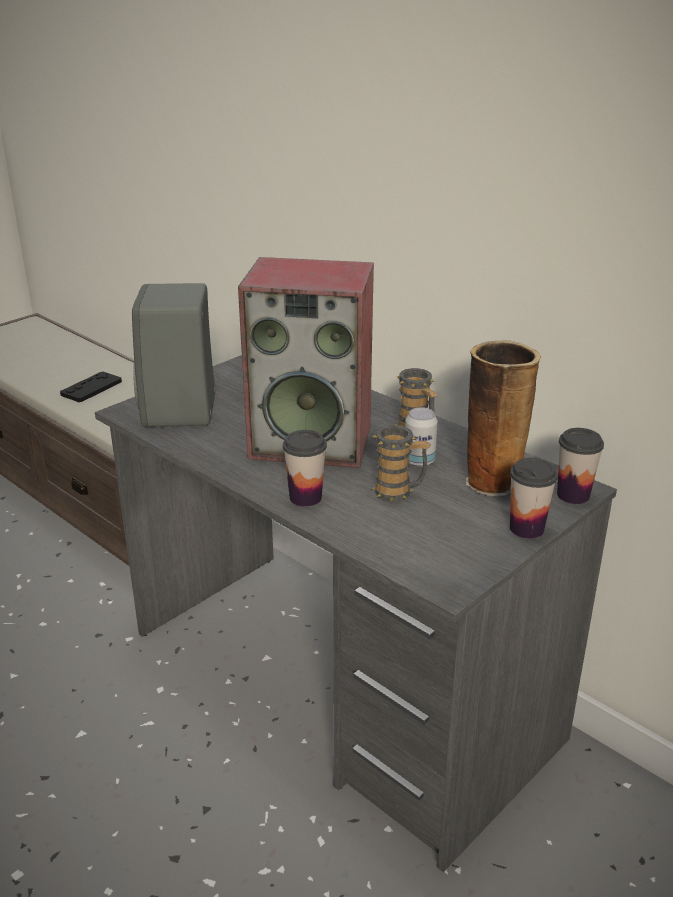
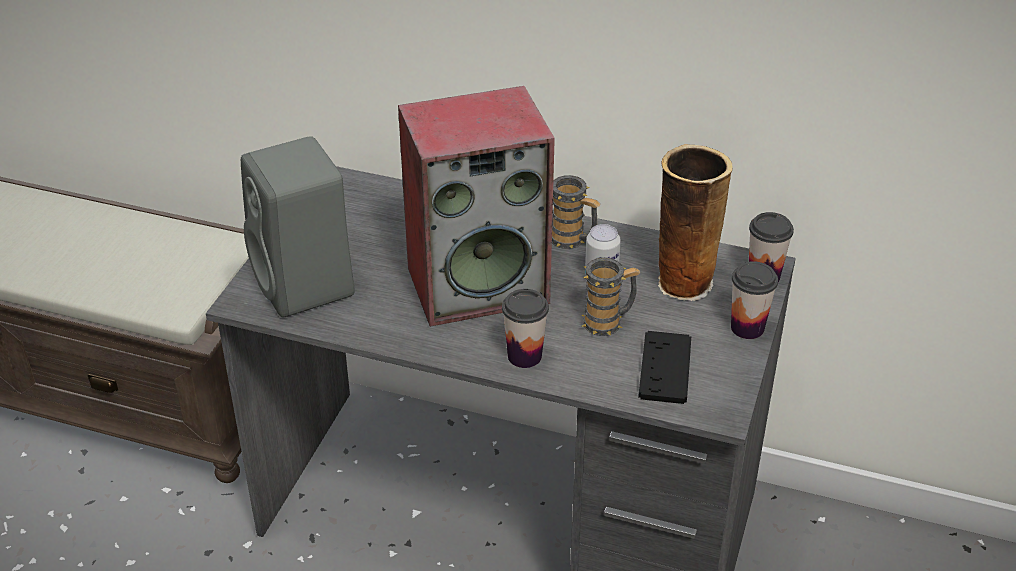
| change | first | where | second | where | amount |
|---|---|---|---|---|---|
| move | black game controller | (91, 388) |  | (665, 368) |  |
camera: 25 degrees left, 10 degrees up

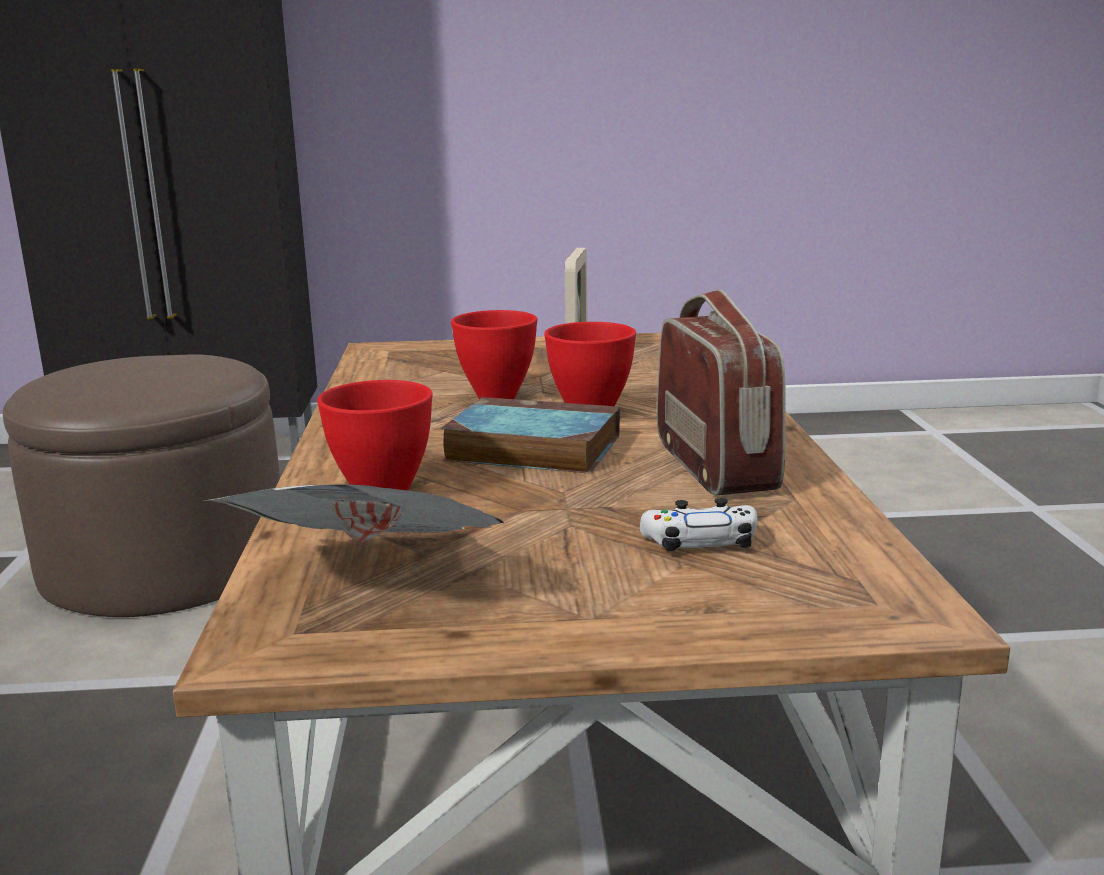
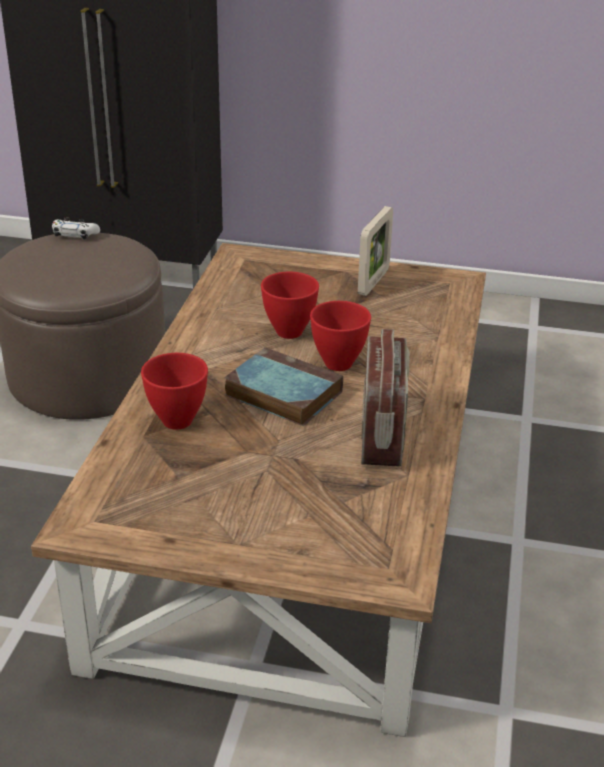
| change | first | where | second | where | amount |
|---|---|---|---|---|---|
| move | white game controller | (700, 541) |  | (75, 234) |  |
| delete | newspaper | (373, 585) |  |  |  |
camera: 15 degrees right, 15 degrees up

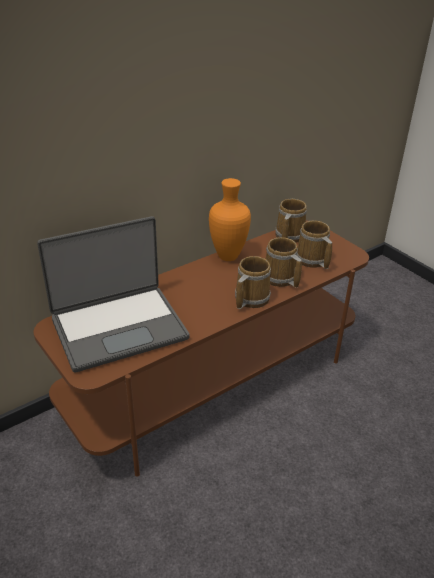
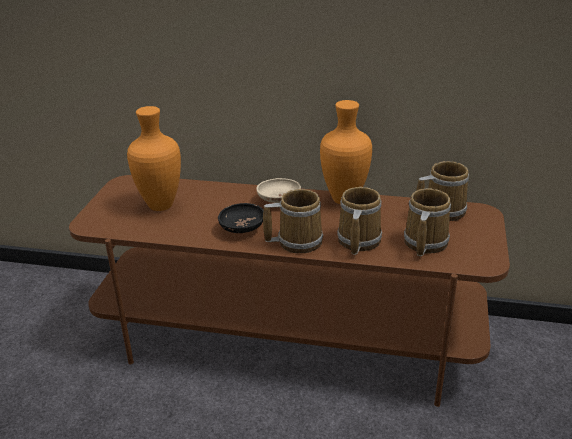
| change | first | where | second | where | amount |
|---|---|---|---|---|---|
| replace | laptop | (118, 327) | orange vase | (162, 205) |  |
| insert |  |  | black bowl | (242, 229) |  |
| insert |  |  | beige bowl | (279, 201) |  |
camera: 50 degrees right, 5 degrees down

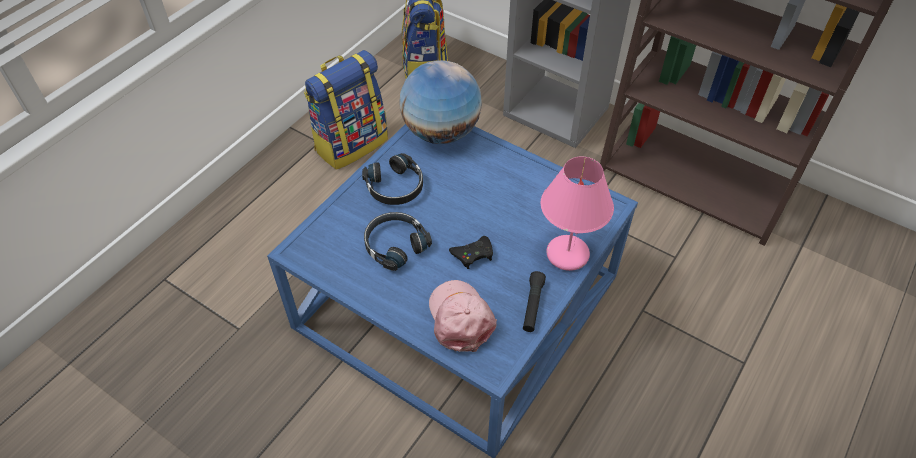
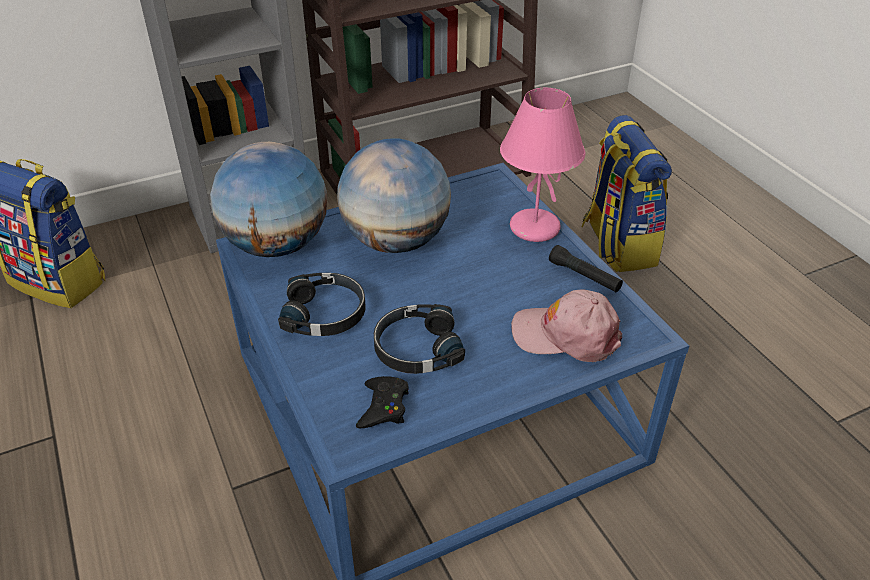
| change | first | where | second | where | amount |
|---|---|---|---|---|---|
| insert |  |  | globe | (396, 241) |  |
| move | black game controller | (473, 254) |  | (383, 407) |  |
| move | backpack | (351, 144) |  | (617, 245) |  |
camera: 60 degrees left, 10 degrees down

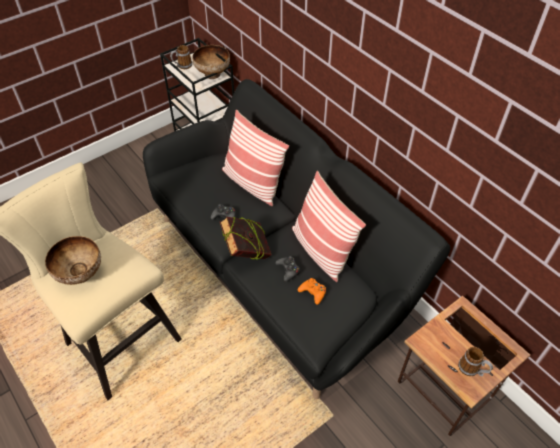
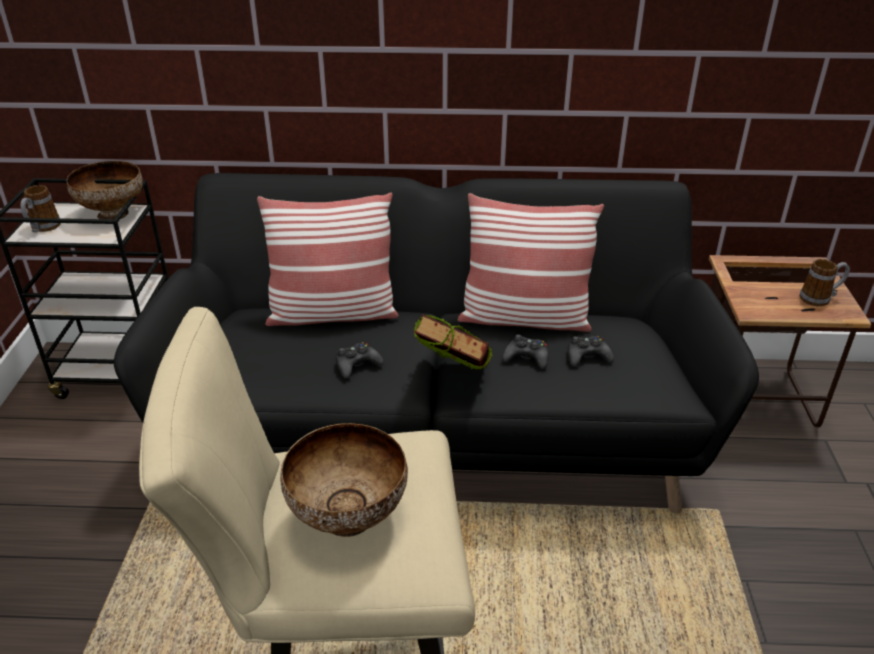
| change | first | where | second | where | amount |
|---|---|---|---|---|---|
| recolor | orange game controller | (313, 292) | black game controller | (587, 357) |  |
camera: 50 degrees left, 15 degrees down

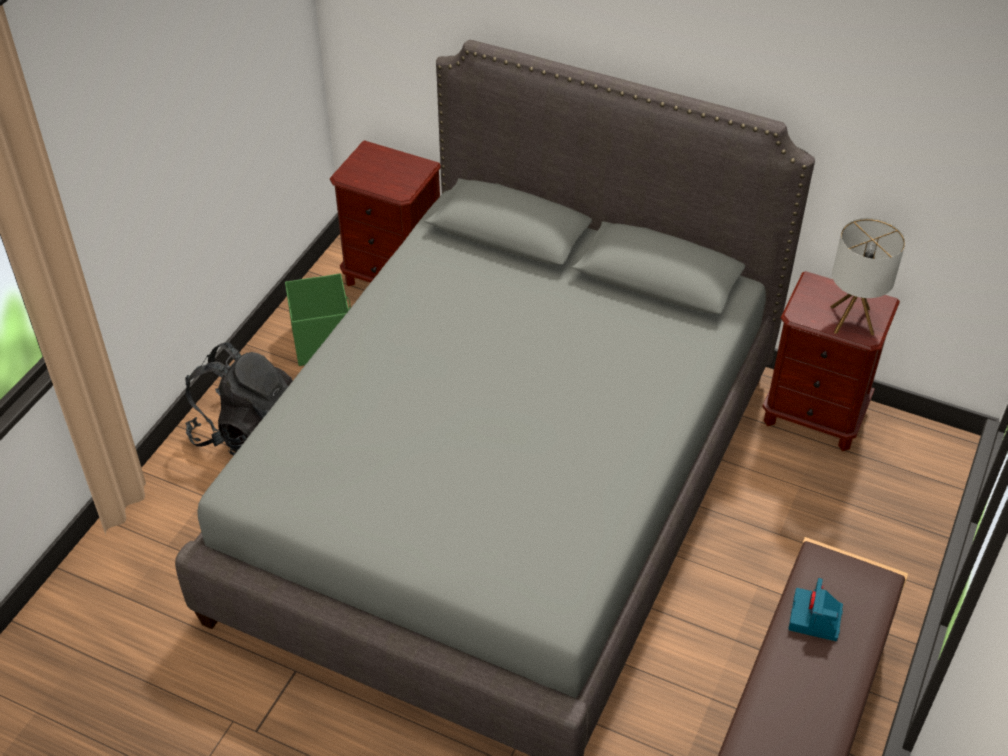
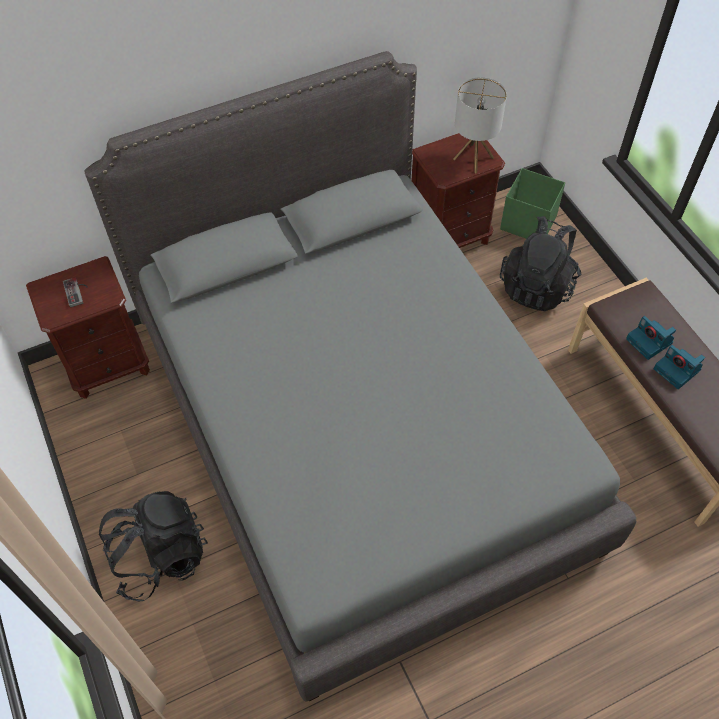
| change | first | where | second | where | amount |
|---|---|---|---|---|---|
| insert |  |  | game controller | (77, 291) |  |
| move | green storage box | (323, 341) |  | (527, 222) |  |
| insert |  |  | black backpack | (537, 286) |  |
| insert |  |  | photo camera | (678, 370) |  |
camera: 50 degrees left, 10 degrees up

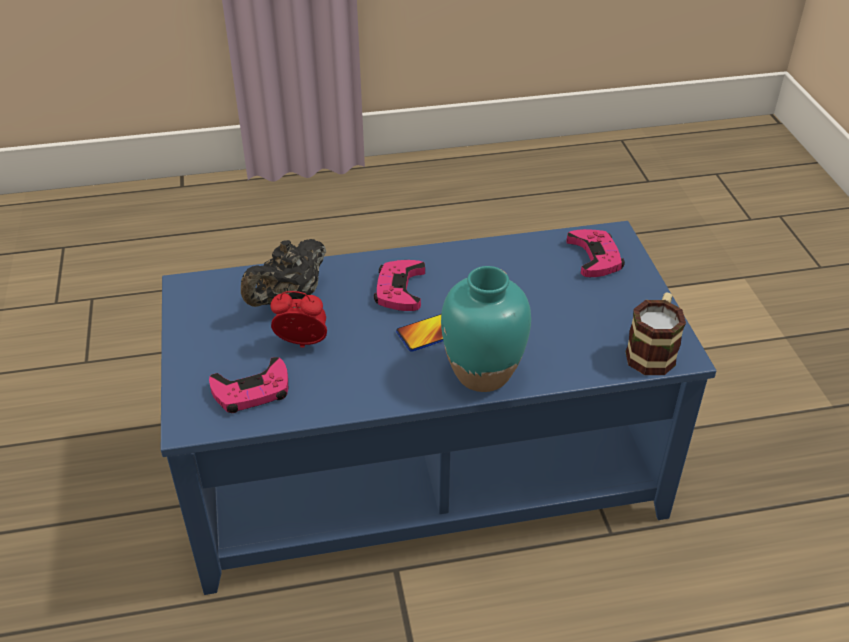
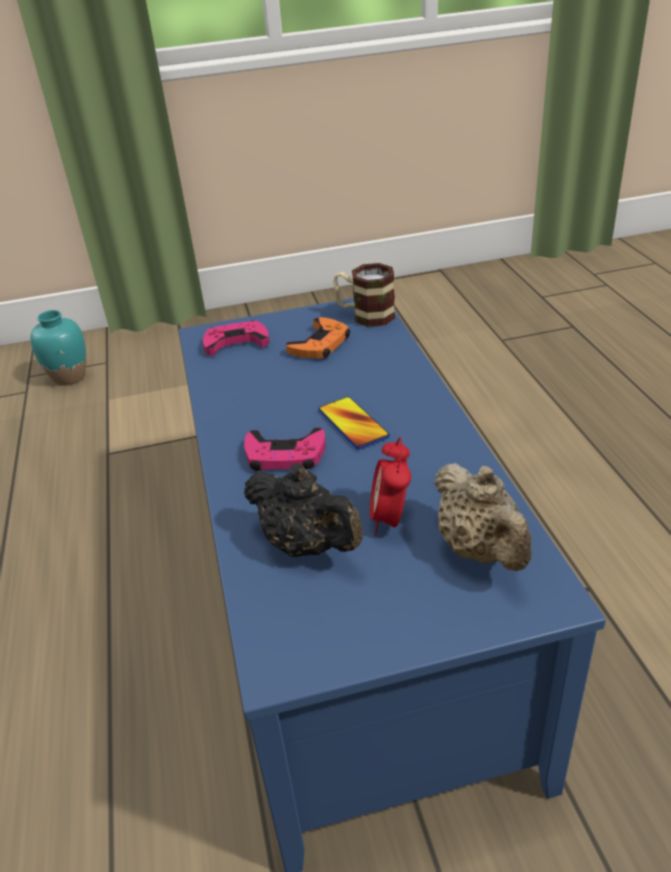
| change | first | where | second | where | amount |
|---|---|---|---|---|---|
| move | turquoise vase | (482, 373) |  | (69, 377) |  |
| insert |  |  | orange game controller | (320, 344) |  |
| replace | pink game controller | (252, 391) | beige teapot | (480, 550) |  |
camera: 90 degrees left, 5 degrees down

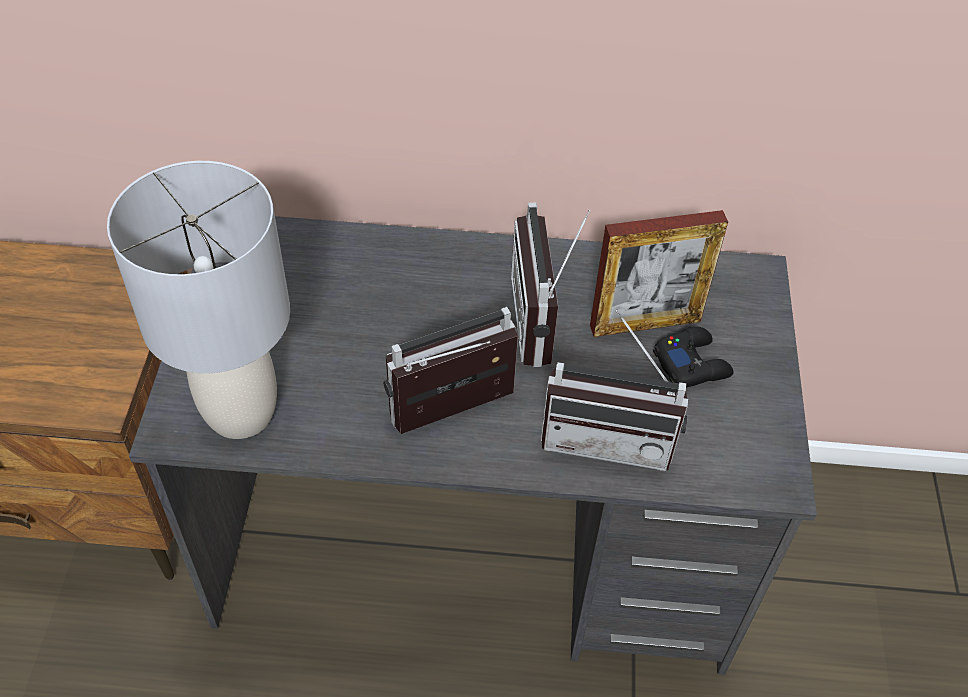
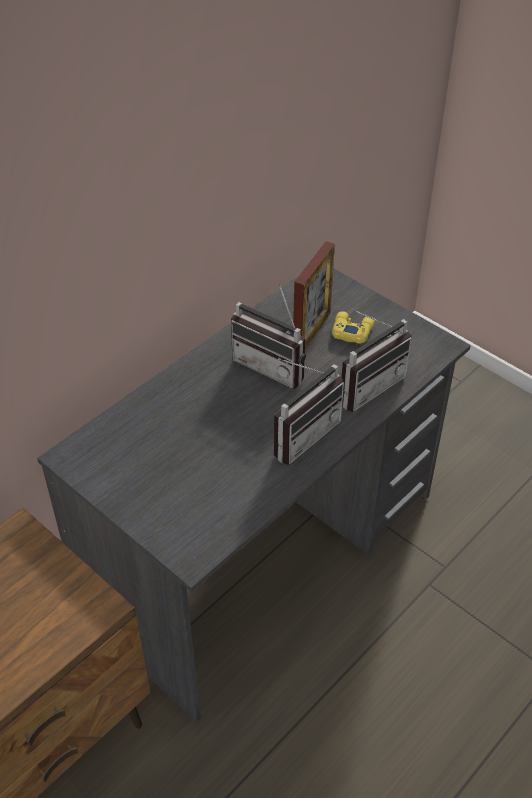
| change | first | where | second | where | amount |
|---|---|---|---|---|---|
| rotate | radio | (456, 417) |  | (300, 433) | 150 degrees counterclockwise |
| recolor | black game controller | (692, 363) | yellow game controller | (352, 331) |  |
| delete | grey table lamp | (242, 413) |  |  |  |
camera: 50 degrees left, 5 degrees down

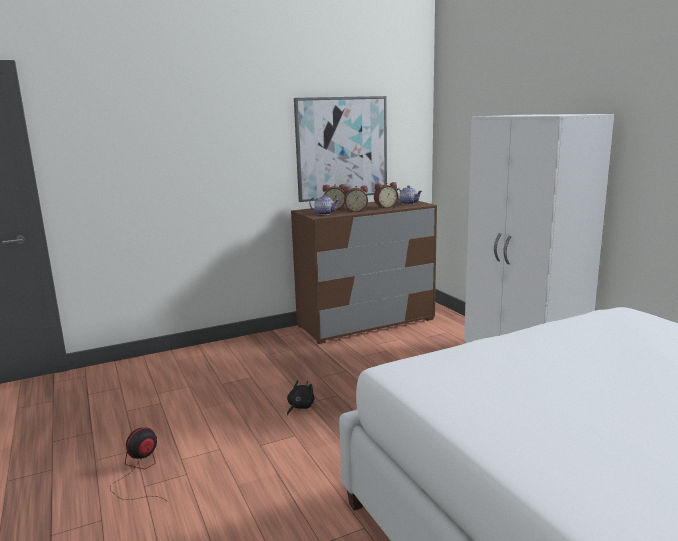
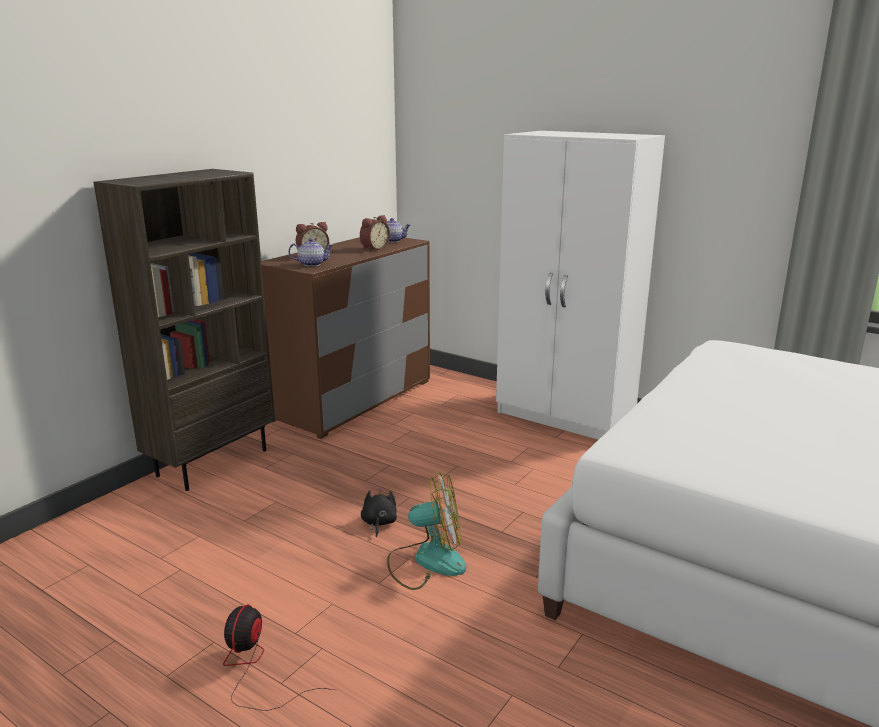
| change | first | where | second | where | amount |
|---|---|---|---|---|---|
| insert |  |  | brown bookcase | (212, 462) |  |
| insert |  |  | fan | (427, 561) |  |
| delete | picture | (341, 148) |  |  |  |
| delete | alarm clock | (356, 211) |  |  |  |
camera: 30 degrees left, 5 degrees up

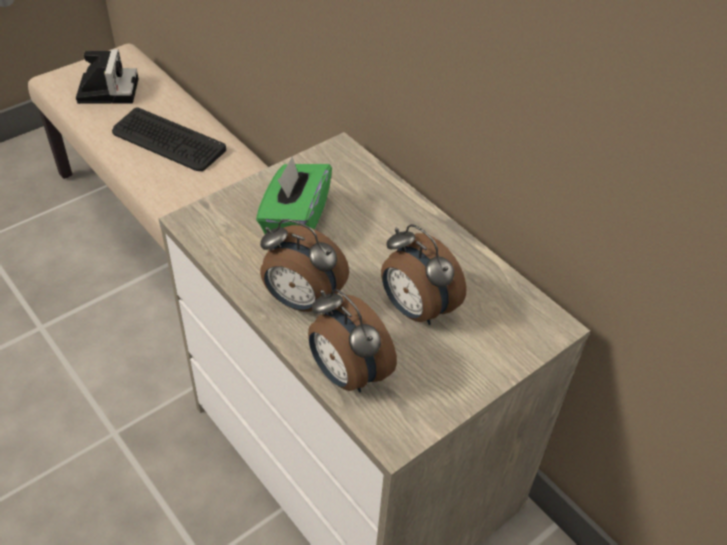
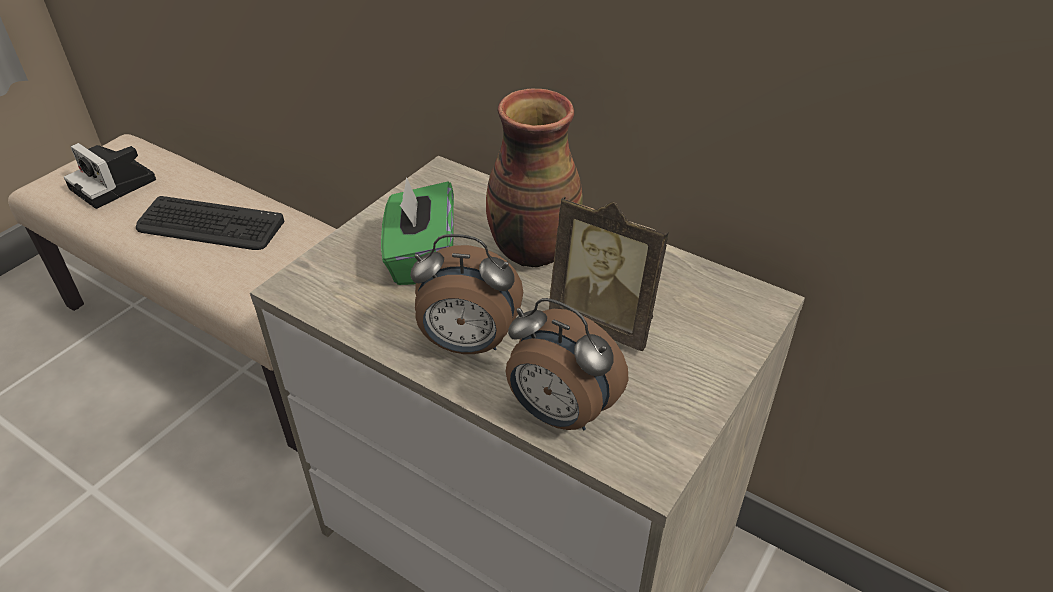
| change | first | where | second | where | amount |
|---|---|---|---|---|---|
| rotate | photo camera | (107, 89) |  | (115, 185) | 150 degrees clockwise |
| insert |  |  | vase | (531, 250) |  |
| replace | alarm clock | (415, 309) | picture frame | (605, 321) |  |
camera: 15 degrees left, 5 degrees down

